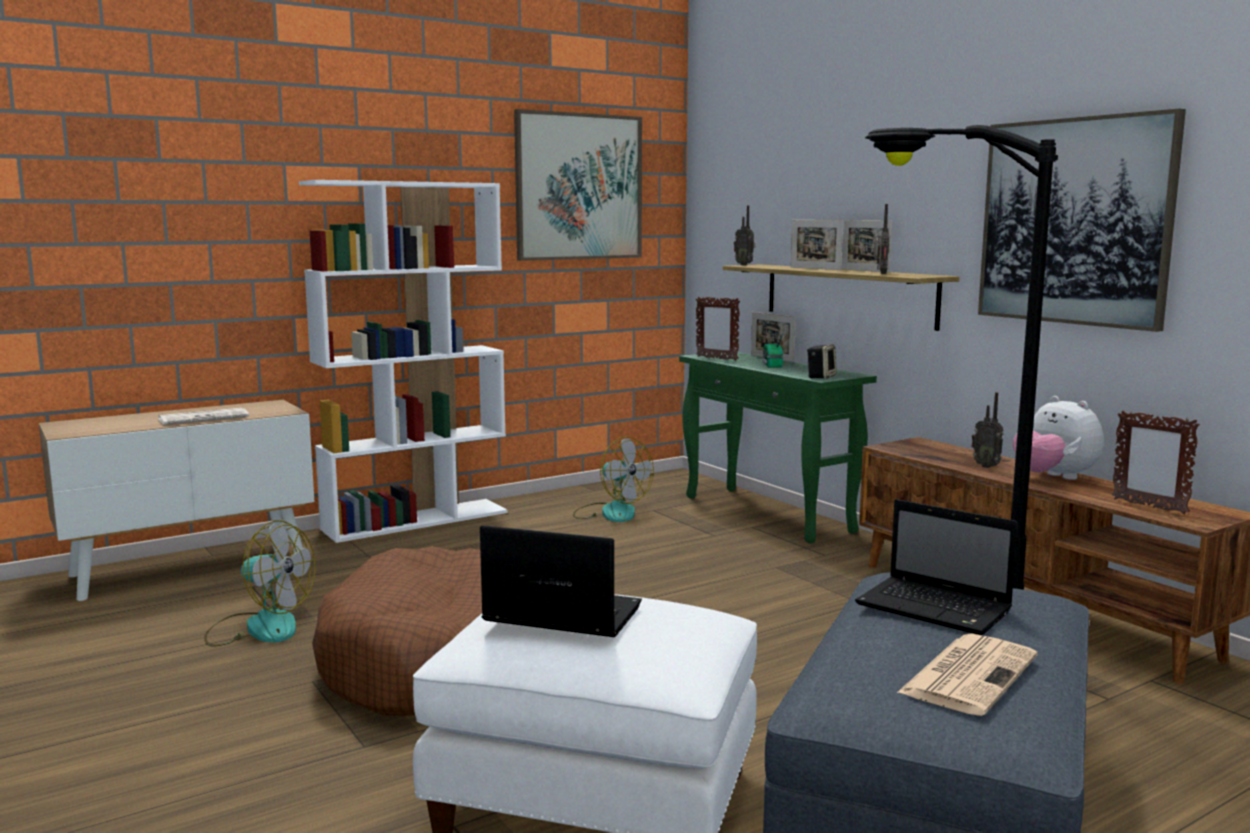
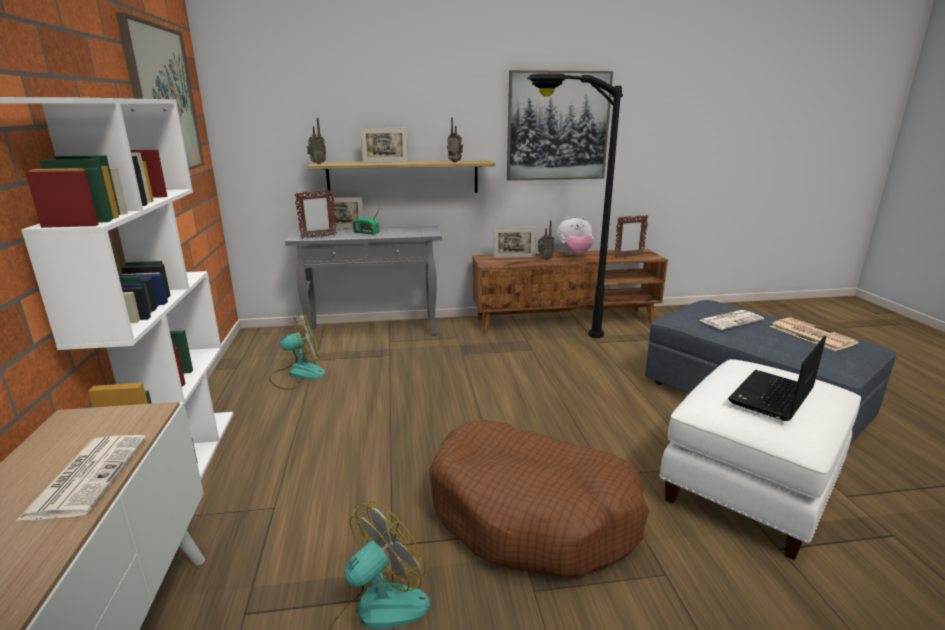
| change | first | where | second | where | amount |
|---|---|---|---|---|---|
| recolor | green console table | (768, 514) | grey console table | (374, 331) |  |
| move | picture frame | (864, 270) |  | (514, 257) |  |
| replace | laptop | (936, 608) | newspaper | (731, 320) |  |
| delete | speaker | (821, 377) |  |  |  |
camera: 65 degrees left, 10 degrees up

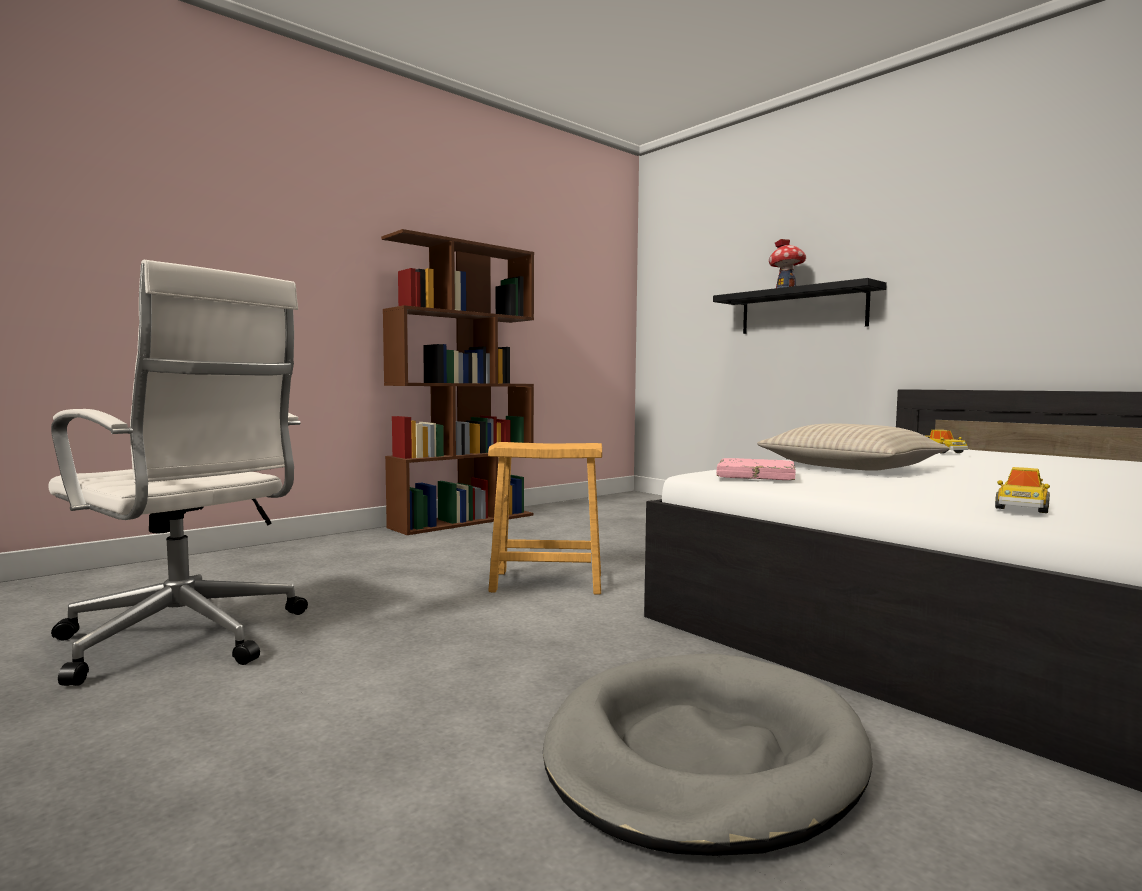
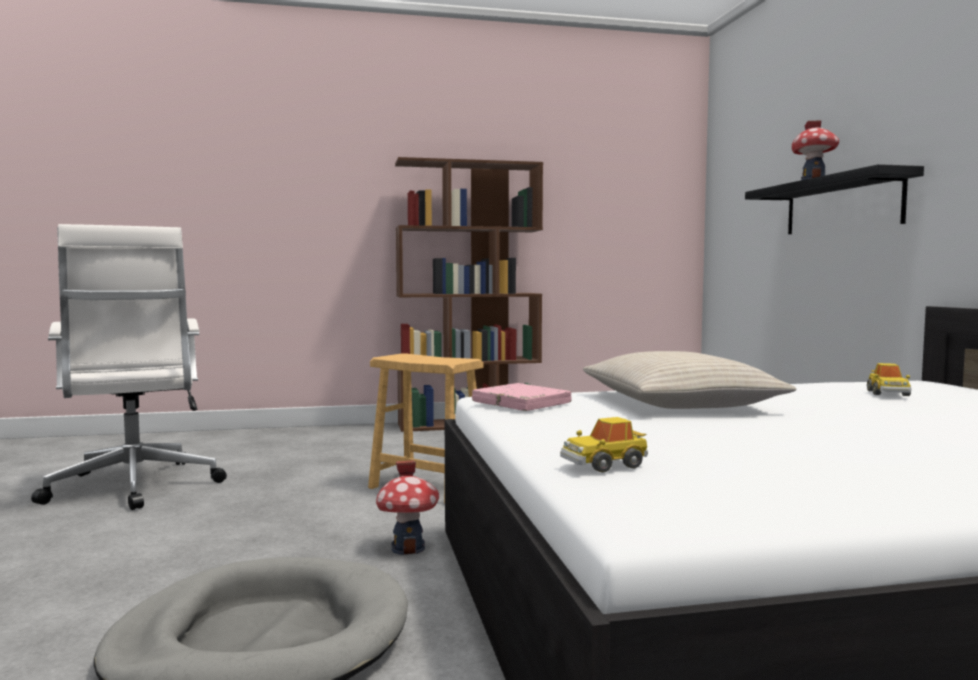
| change | first | where | second | where | amount |
|---|---|---|---|---|---|
| insert |  |  | toy house | (408, 548) |  |
camera: 30 degrees right, 0 degrees up

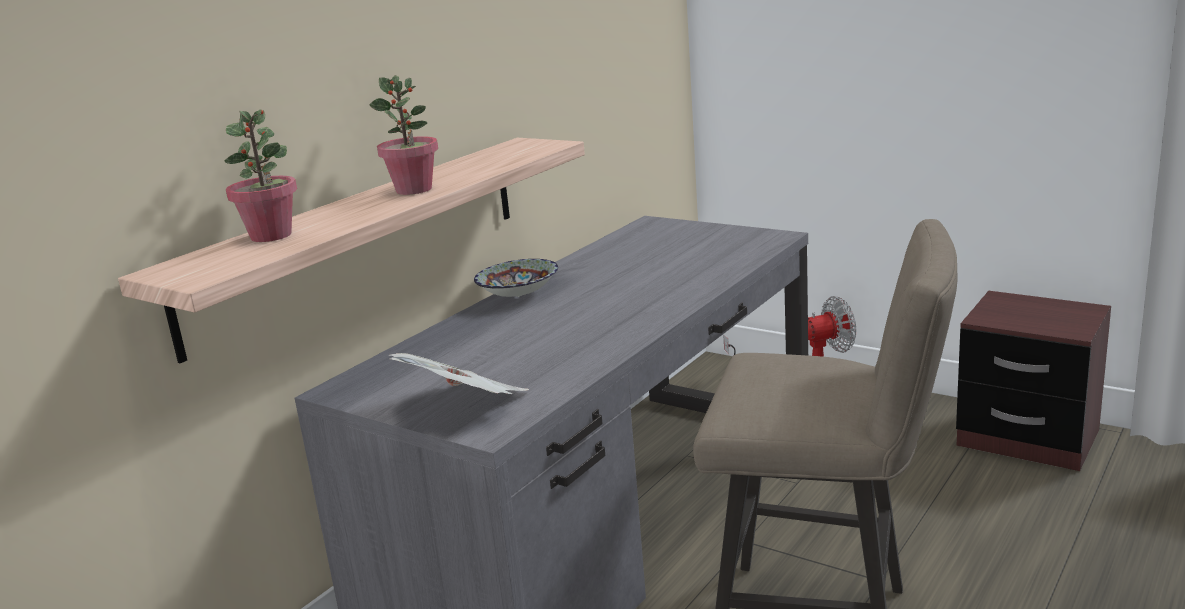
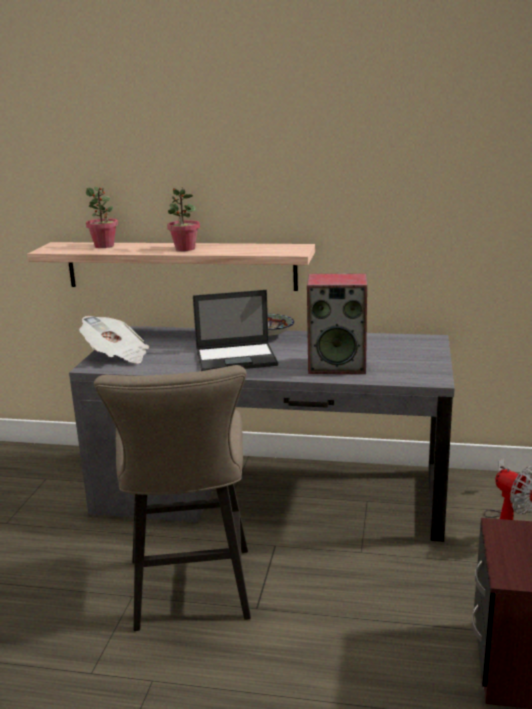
| change | first | where | second | where | amount |
|---|---|---|---|---|---|
| insert |  |  | laptop | (237, 358) |  |
| insert |  |  | speaker | (338, 365) |  |
camera: 65 degrees right, 0 degrees up

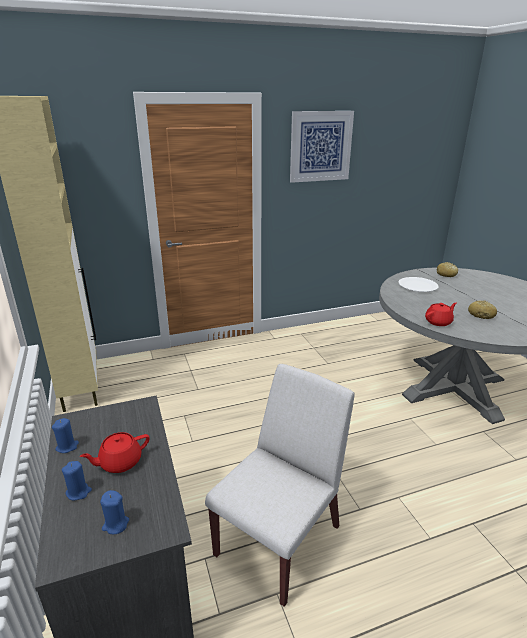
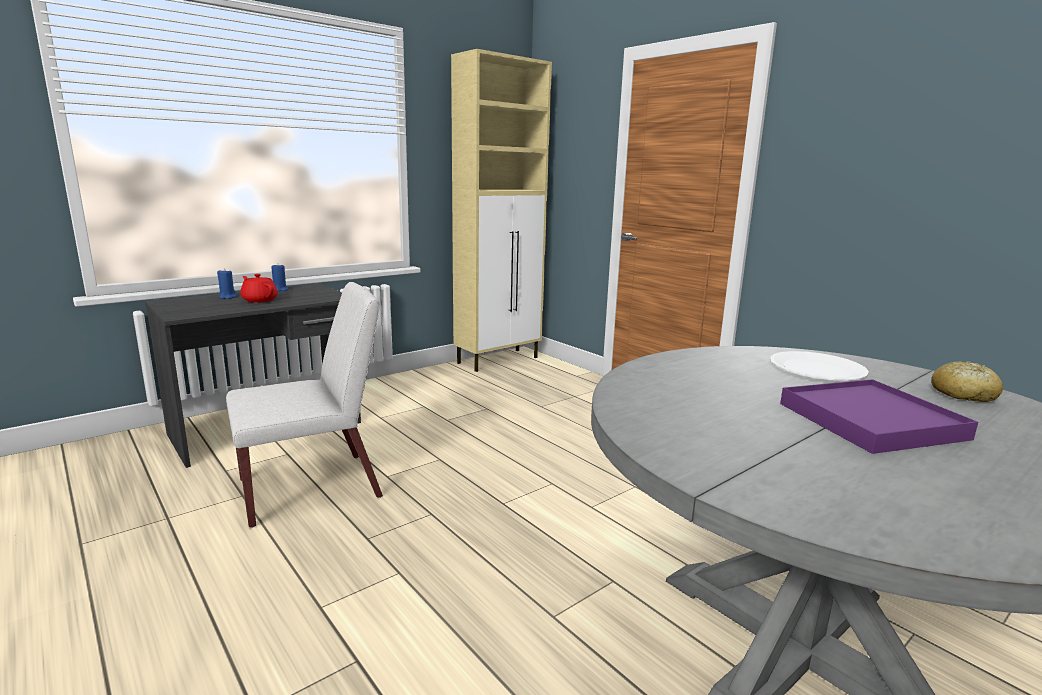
| change | first | where | second | where | amount |
|---|---|---|---|---|---|
| rotate | white chair | (279, 539) |  | (312, 487) | 45 degrees counterclockwise |
| insert |  |  | purple tray | (871, 421) |  |
| delete | blue candle | (115, 524) |  |  |  |
| delete | picture | (320, 146) |  |  |  |
| delete | red teapot | (438, 322) |  |  |  |
| delete | bread | (481, 315) |  |  |  |
camera: 70 degrees right, 10 degrees down

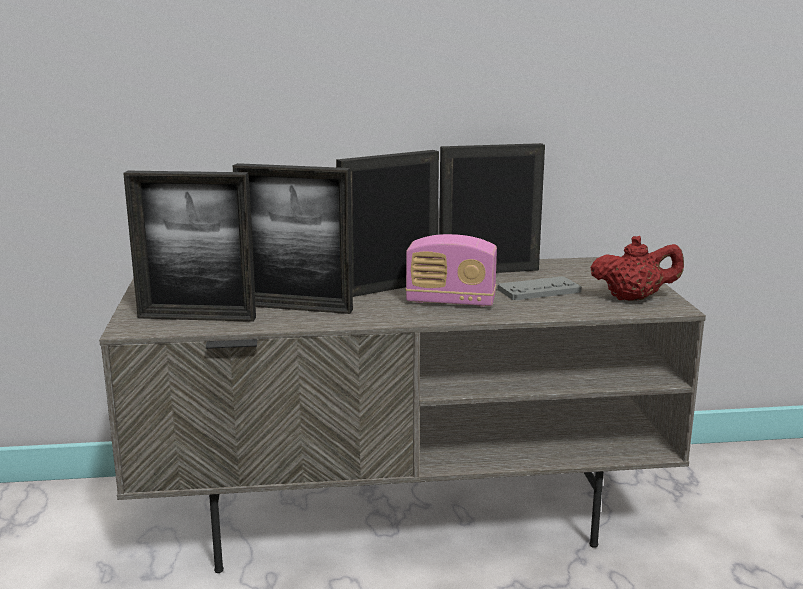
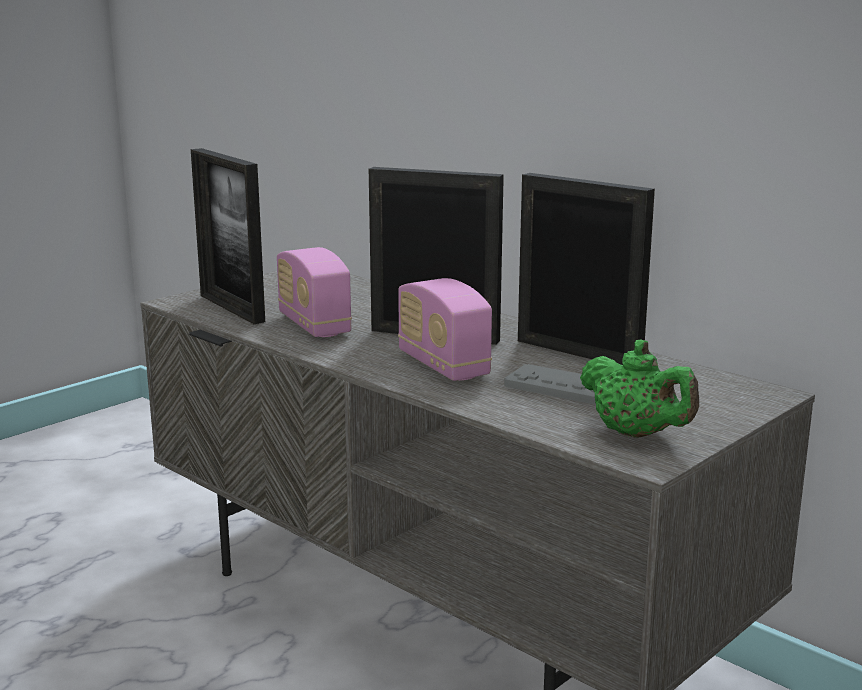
| change | first | where | second | where | amount |
|---|---|---|---|---|---|
| replace | picture frame | (296, 308) | radio | (314, 325) |  |
| recolor | red teapot | (634, 298) | green teapot | (636, 434) |  |
camera: 50 degrees right, 0 degrees up

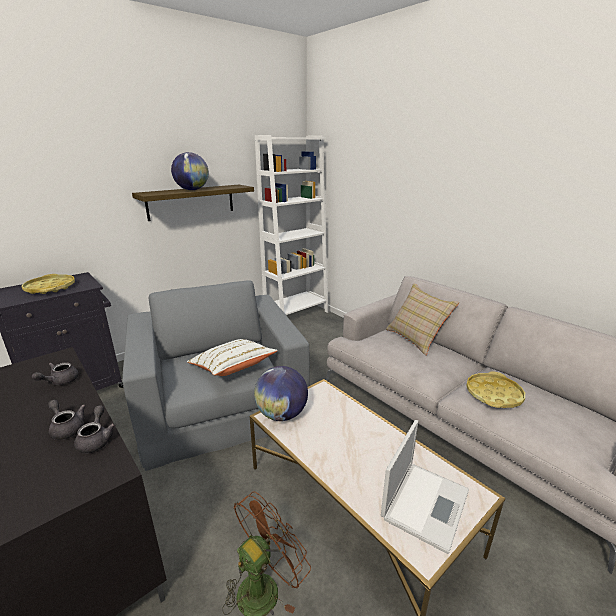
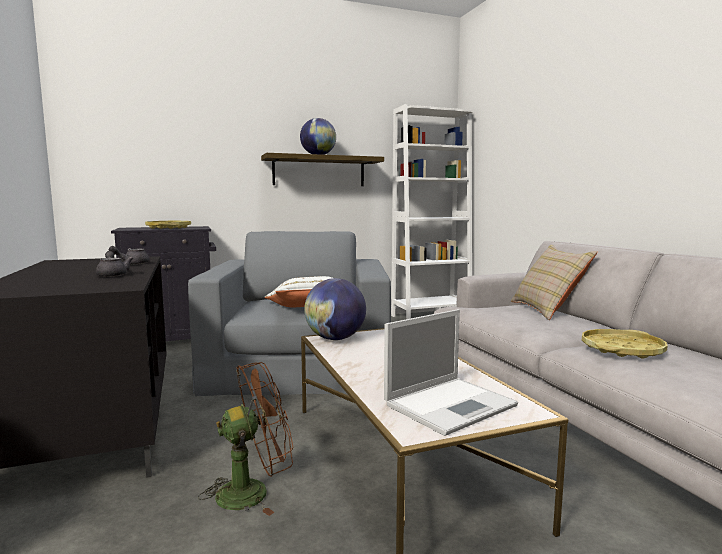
| change | first | where | second | where | amount |
|---|---|---|---|---|---|
| delete | grey teapot | (96, 439) |  |  |  |
camera: 20 degrees right, 15 degrees down

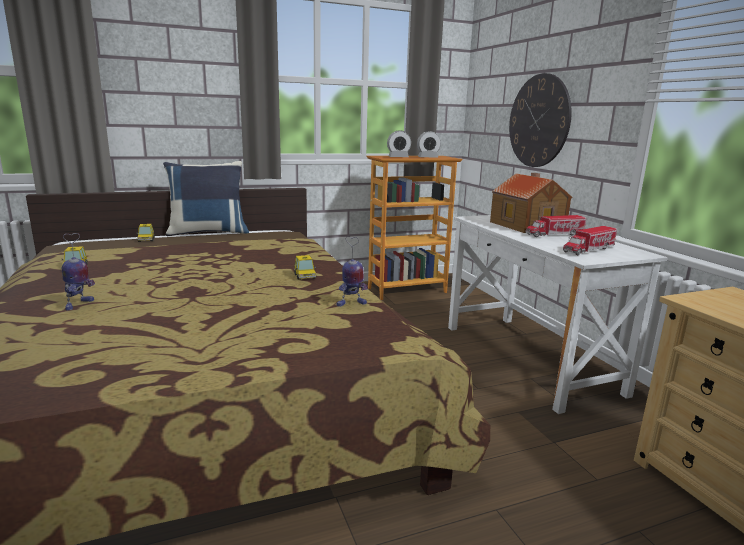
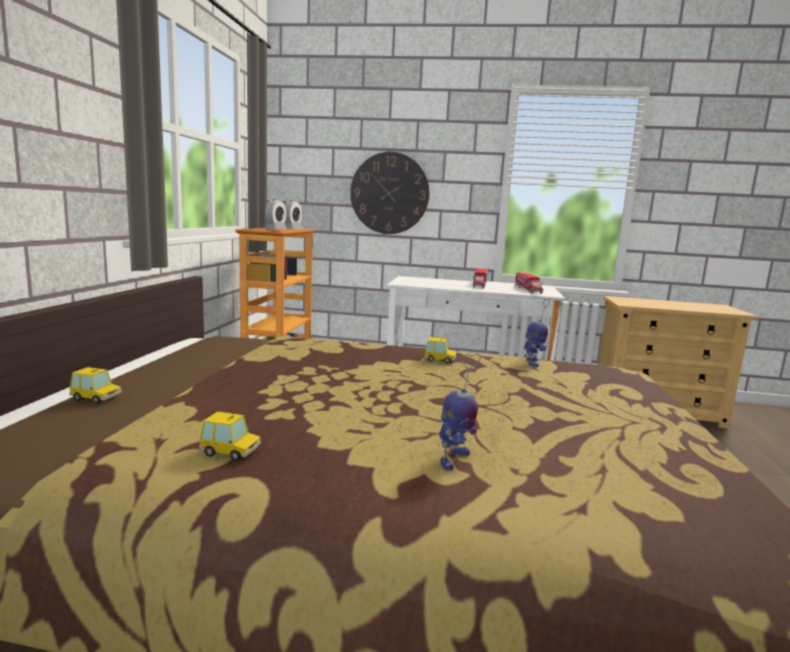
| change | first | where | second | where | amount |
|---|---|---|---|---|---|
| rotate | toy robot | (78, 304) |  | (454, 460) | 75 degrees clockwise |
| delete | blue pillow | (208, 232) |  |  |  |
| delete | toy house | (527, 225) |  |  |  |
camera: 60 degrees left, 5 degrees down

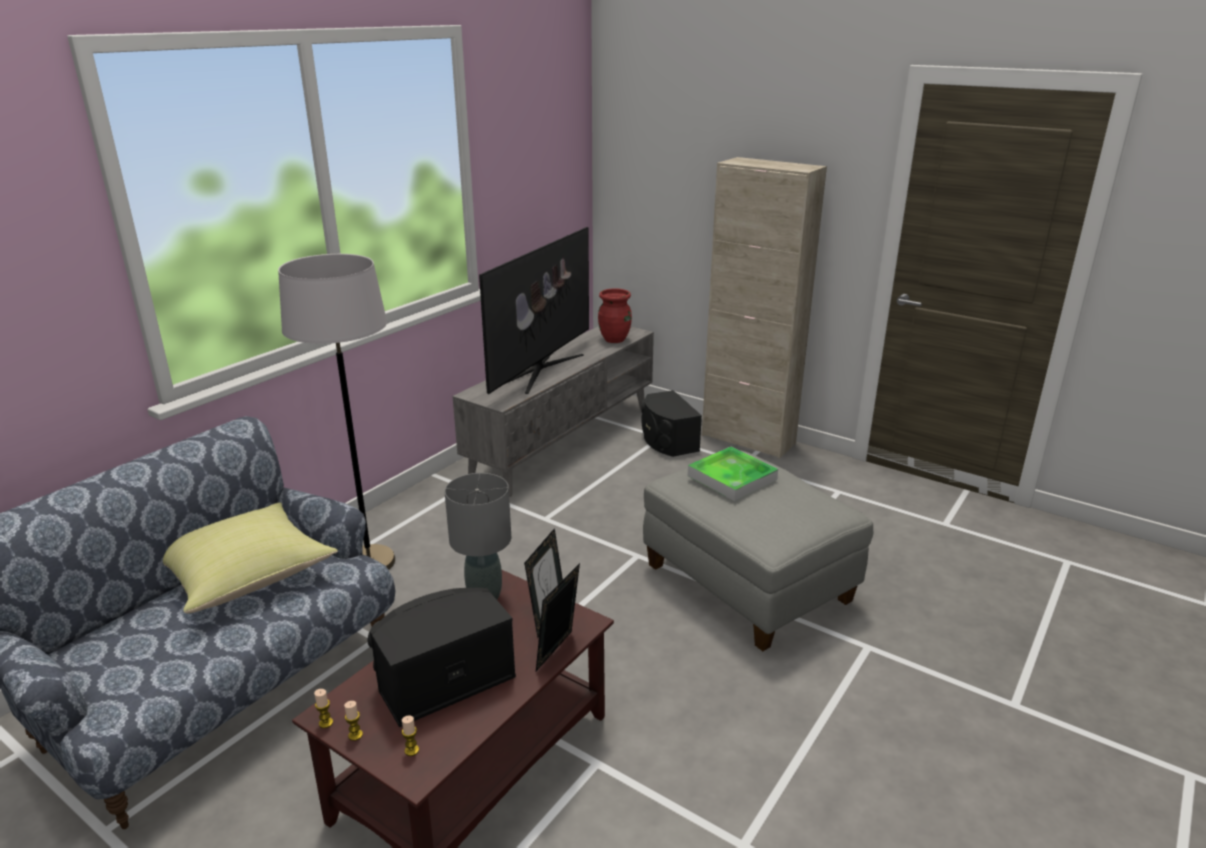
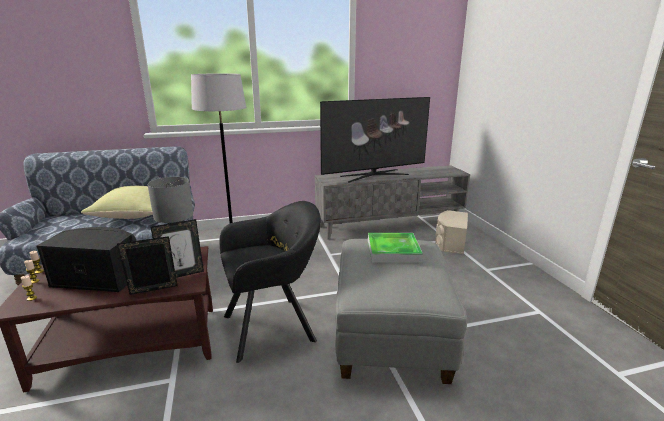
| change | first | where | second | where | amount |
|---|---|---|---|---|---|
| insert |  |  | black armchair | (274, 326) |  |
| recolor | black speaker | (667, 441) | beige speaker | (450, 242) |  |
| delete | red vase | (615, 339) |  |  |  |
| delete | beige cabinet | (748, 439) |  |  |  |
camera: 40 degrees right, 5 degrees down

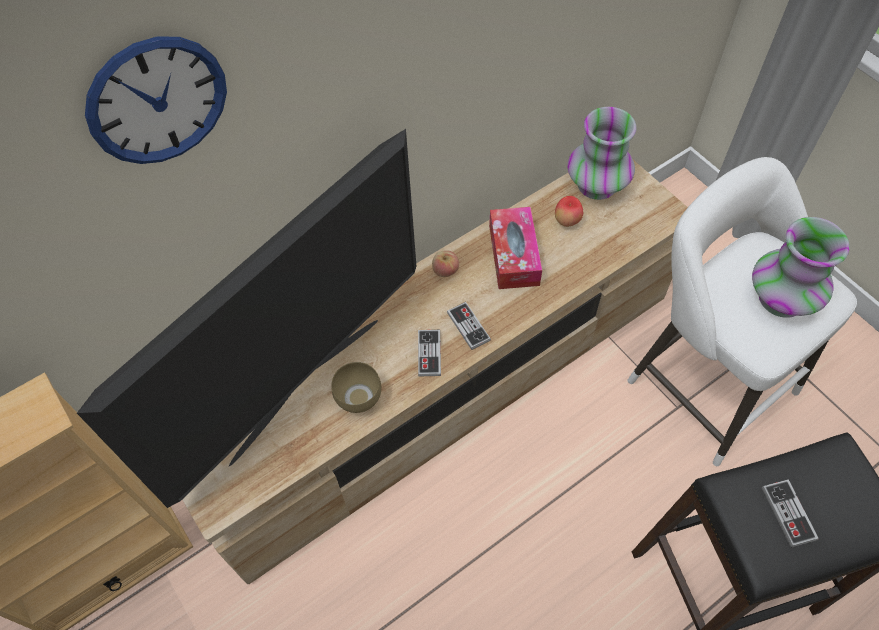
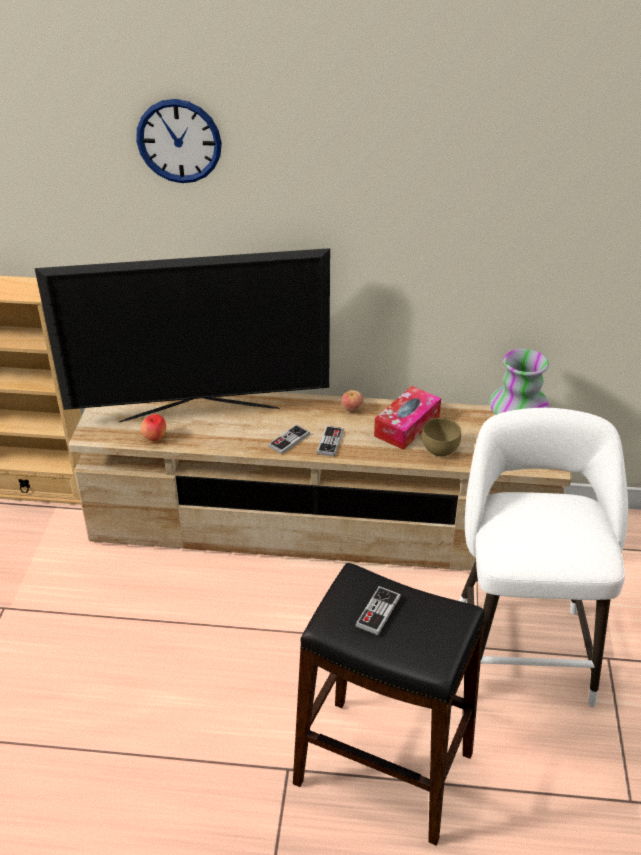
| change | first | where | second | where | amount |
|---|---|---|---|---|---|
| move | apple | (567, 221) |  | (155, 438) |  |
| move | brown bowl | (358, 396) |  | (440, 449) |  |
| delete | vase | (781, 299) |  |  |  |
camera: 40 degrees right, 20 degrees down

